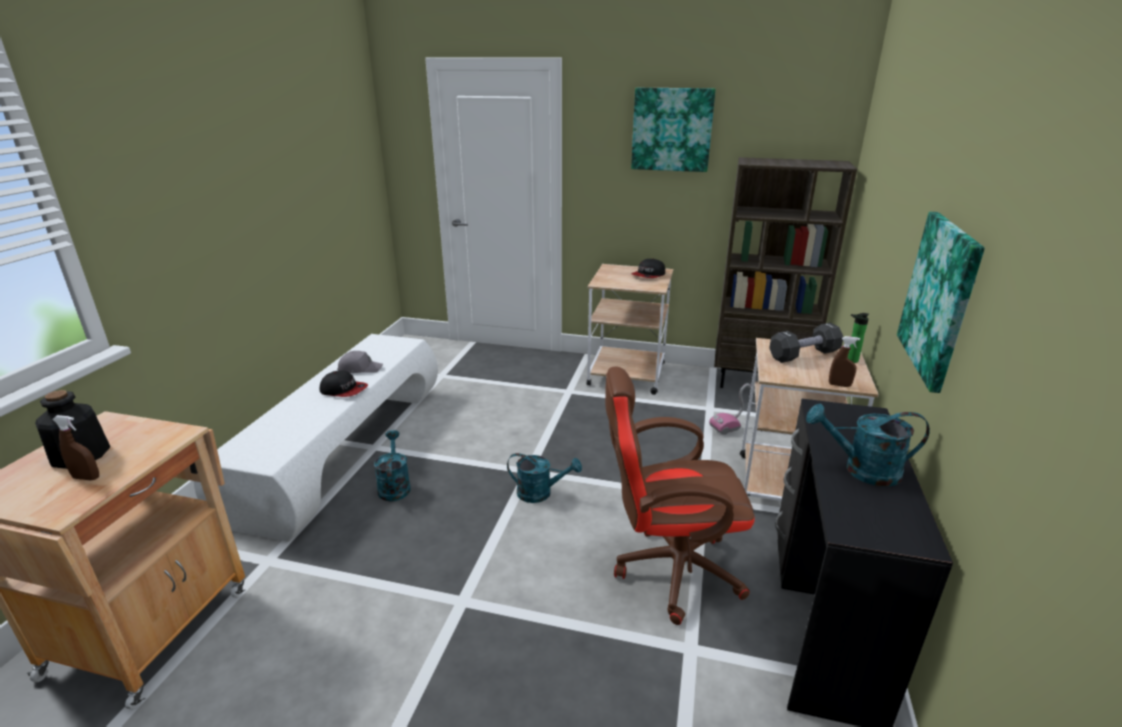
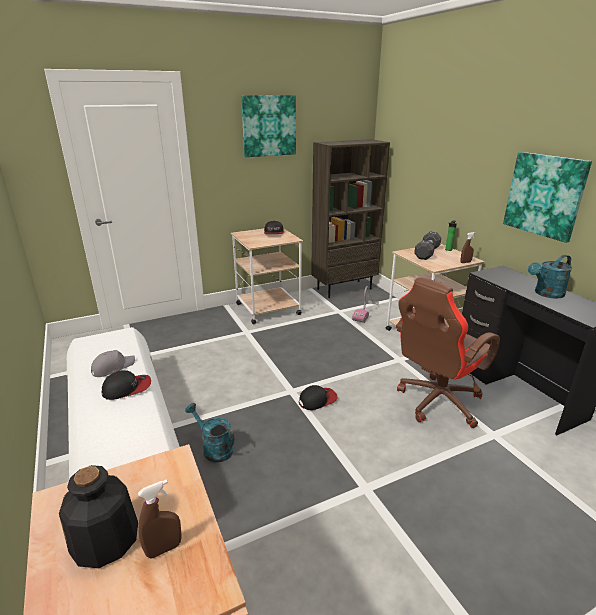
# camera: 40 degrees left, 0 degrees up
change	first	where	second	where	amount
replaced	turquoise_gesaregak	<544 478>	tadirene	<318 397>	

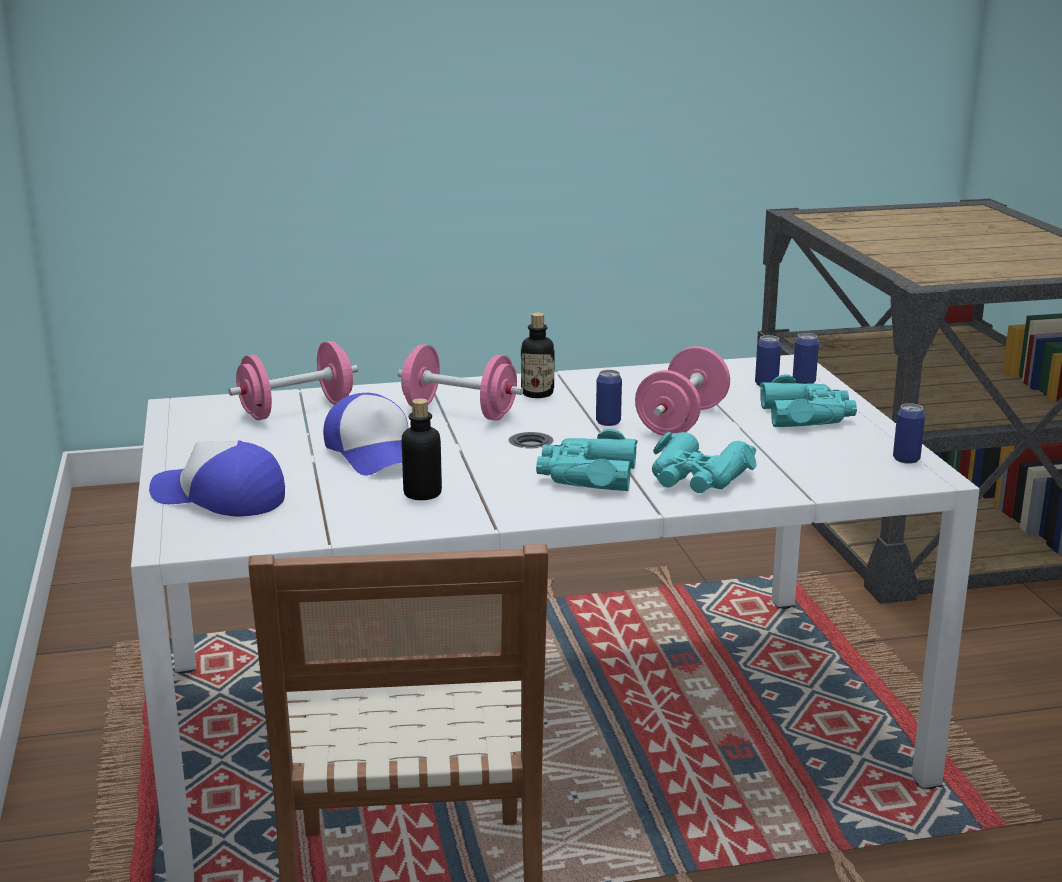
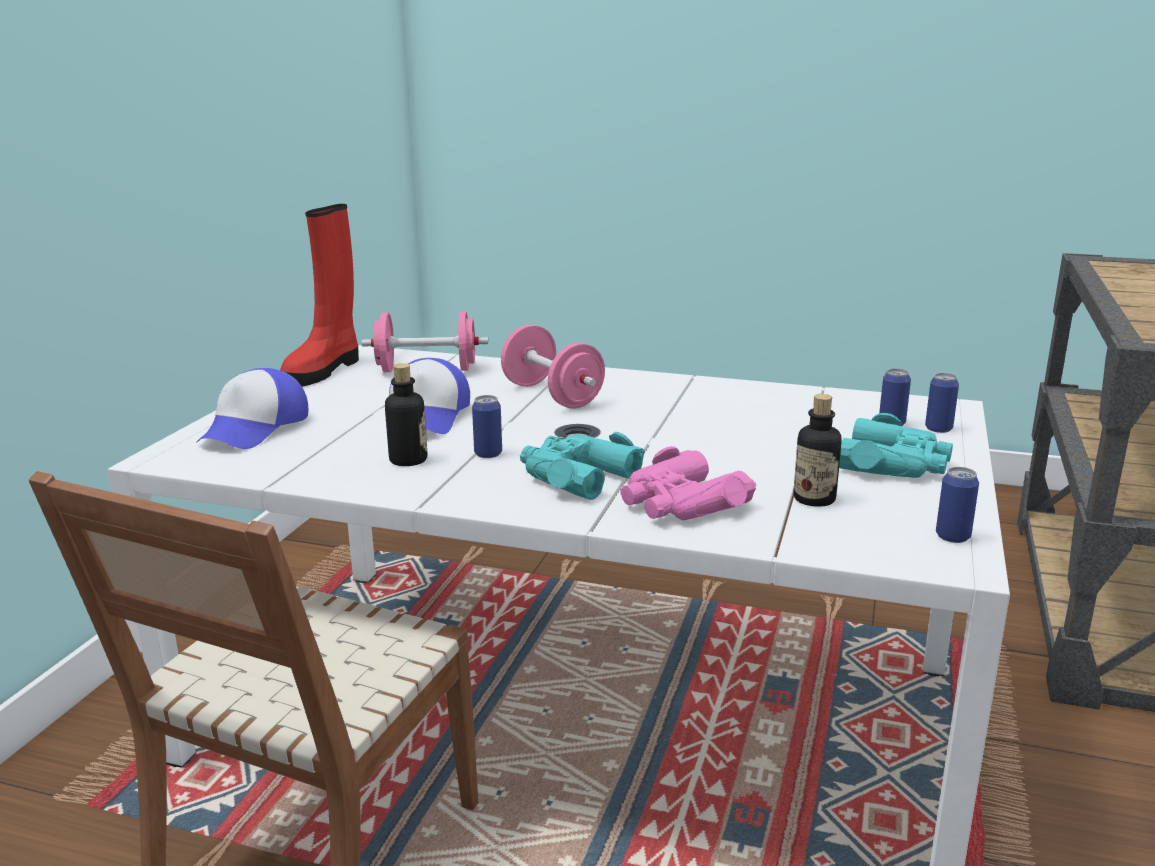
# camera: 30 degrees right, 0 degrees up
change	first	where	second	where	amount
turned	tadirene	<217 478>		<252 408>	120 degrees counterclockwise
moved	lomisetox	<537 355>		<817 450>	
moved	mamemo	<609 398>		<487 426>	
removed	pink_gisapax	<682 391>			
recoloured	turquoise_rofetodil	<704 462>	pink_rofetodil	<688 483>	
added			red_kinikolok	<319 295>	

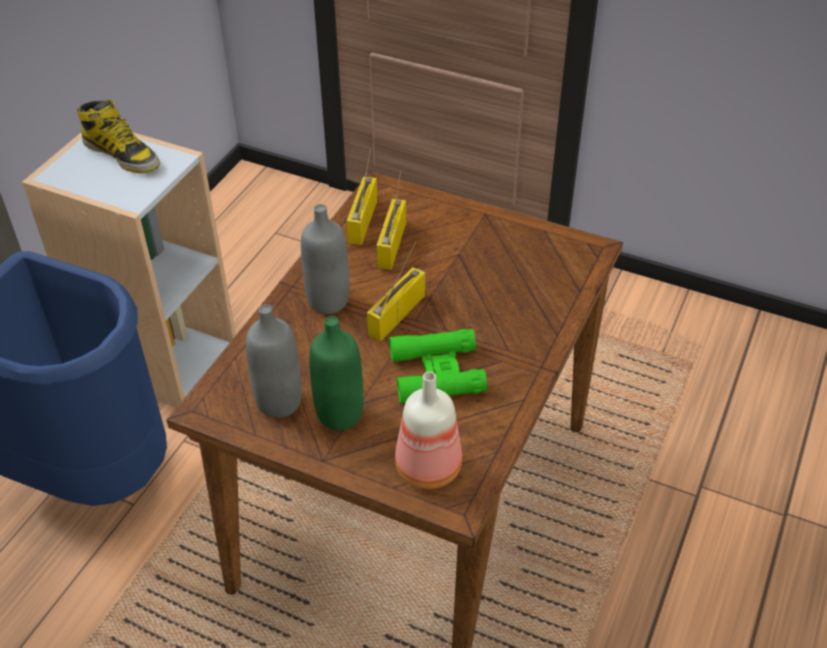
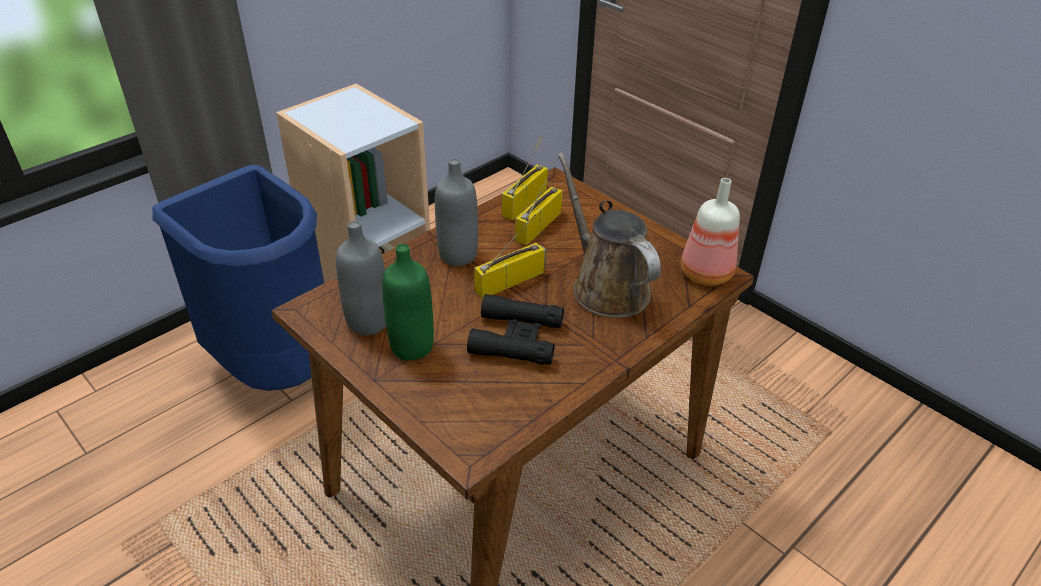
# camera: 20 degrees right, 5 degrees down
change	first	where	second	where	amount
removed	kinikolok	<118 136>			
recoloured	green_rofetodil	<438 366>	black_rofetodil	<515 329>	
moved	lomisetox	<428 430>		<710 232>	
added			brown_gesaregak	<609 235>	

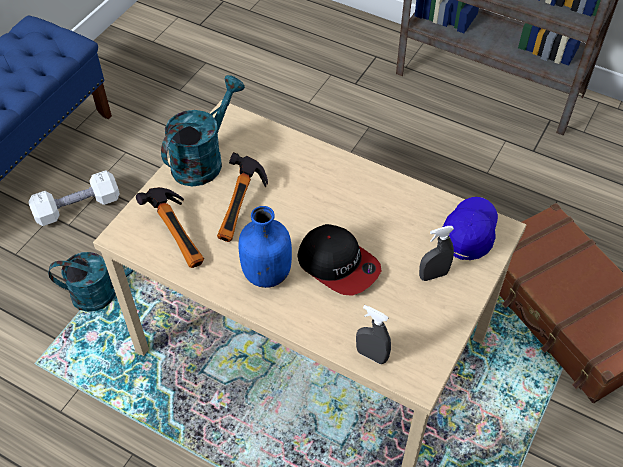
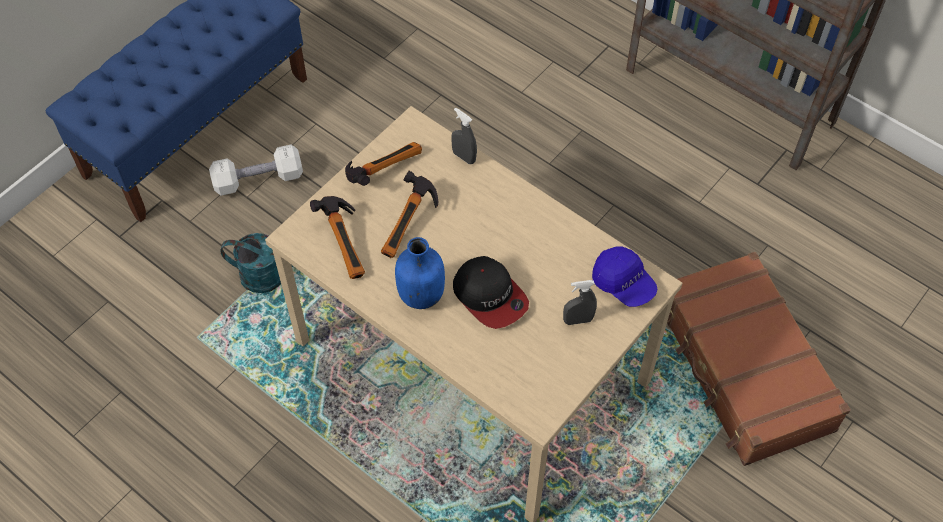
# camera: 10 degrees right, 5 degrees up
change	first	where	second	where	amount
replaced	turquoise_gesaregak	<203 131>	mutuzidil	<383 164>	
moved	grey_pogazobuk	<373 334>		<464 136>	
turned	blue_tadirene	<470 228>		<624 276>	105 degrees clockwise

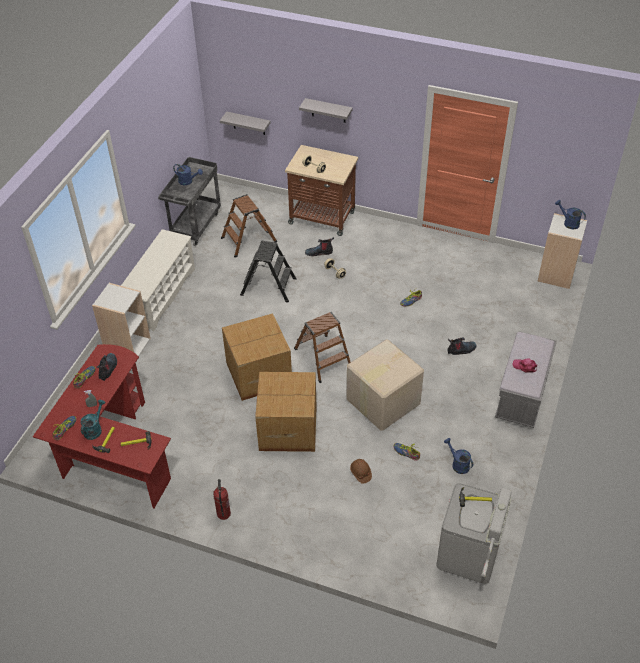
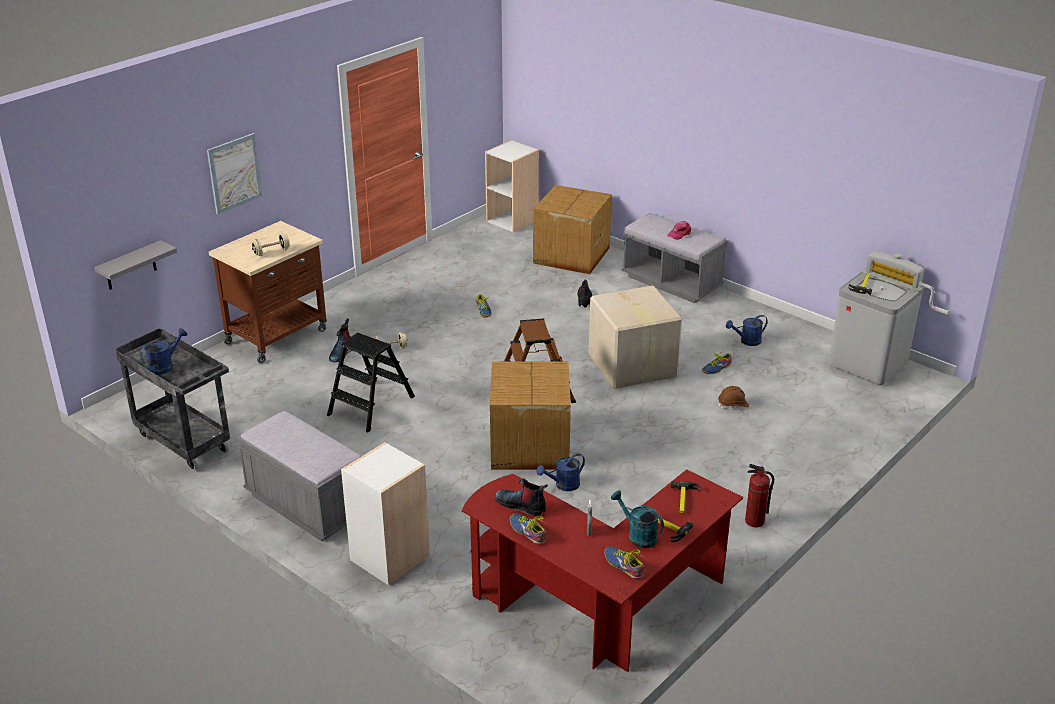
# camera: 70 degrees left, 15 degrees down
change	first	where	second	where	amount
replaced	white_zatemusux	<158 280>	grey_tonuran	<298 476>	
removed	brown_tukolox	<249 226>			
moved	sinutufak	<285 412>		<572 229>	
replaced	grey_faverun	<326 110>	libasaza	<235 173>	
moved	blue_gesaregak	<570 214>		<560 472>	

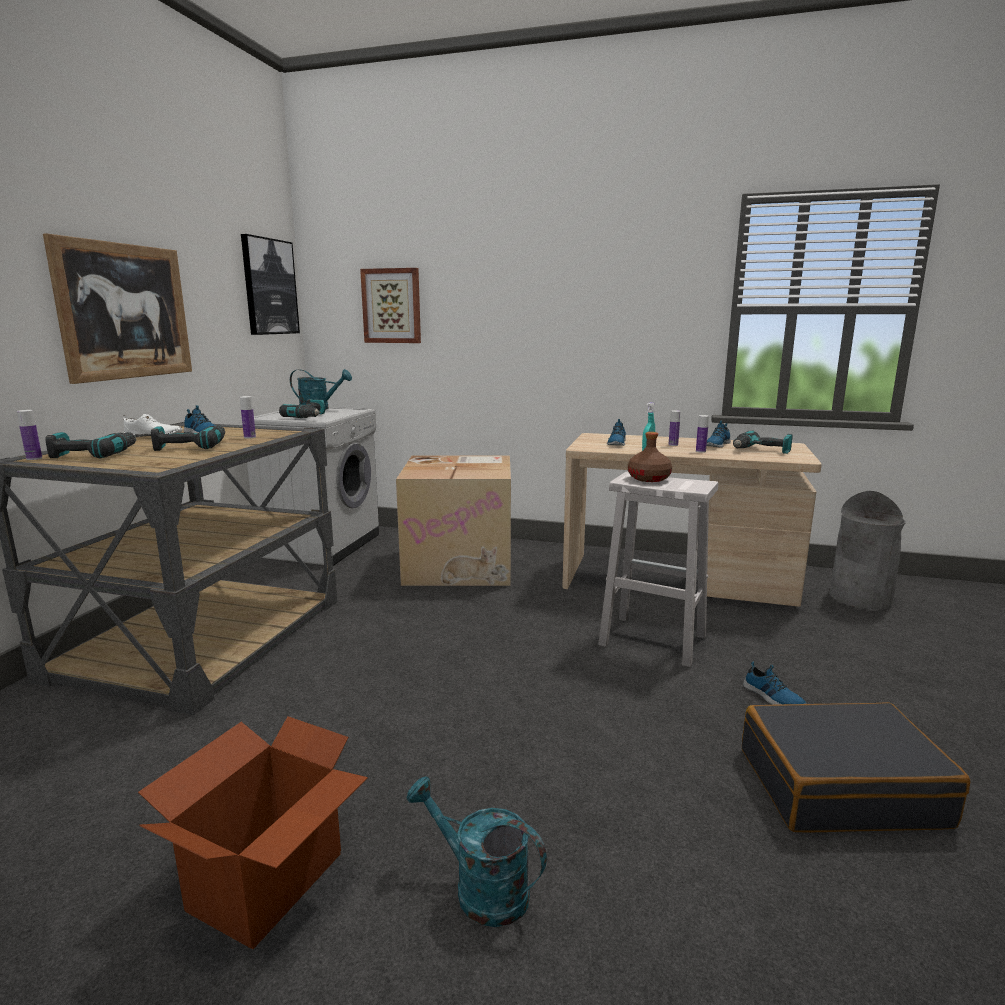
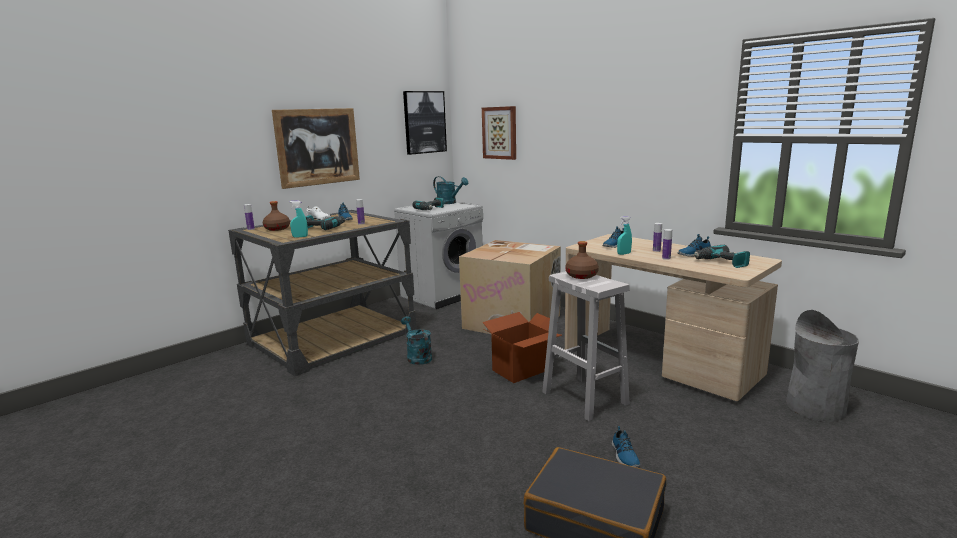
# camera: 30 degrees right, 0 degrees up
change	first	where	second	where	amount
replaced	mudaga	<90 445>	brown_lomisetox	<276 216>	
moved	sinutufak	<253 832>		<522 347>	
moved	turquoise_gesaregak	<477 851>		<416 340>	
added			turquoise_pogazobuk	<298 219>	

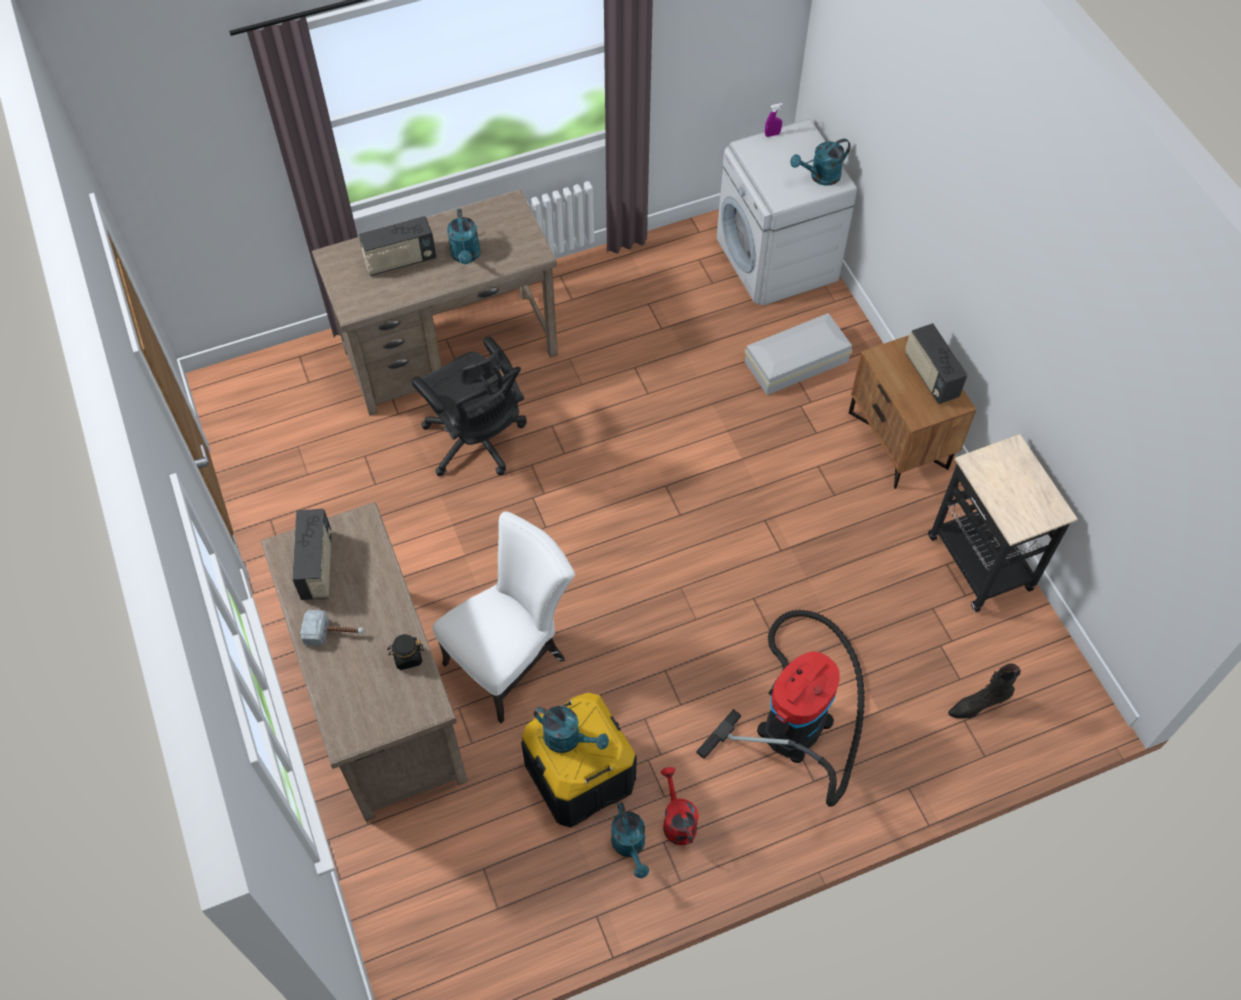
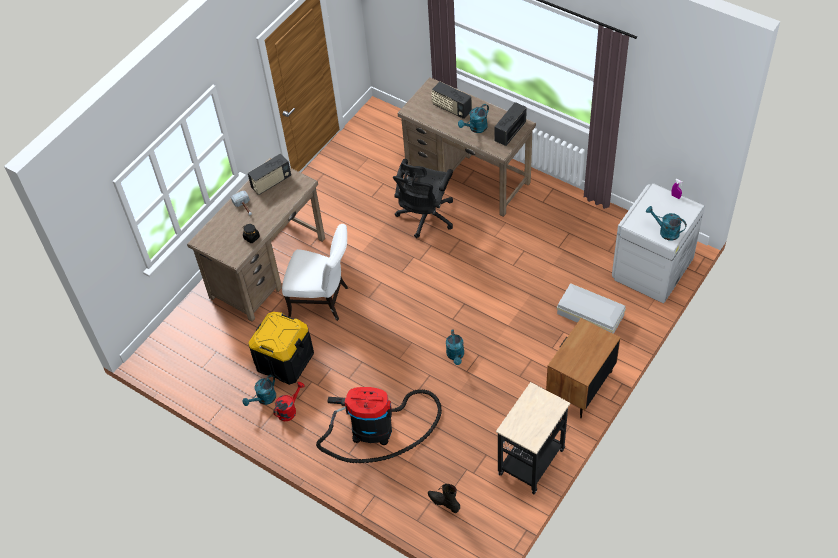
# camera: 60 degrees right, 5 degrees down
change	first	where	second	where	amount
moved	turquoise_gesaregak	<571 729>		<455 347>	
moved	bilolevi	<936 363>		<510 124>	

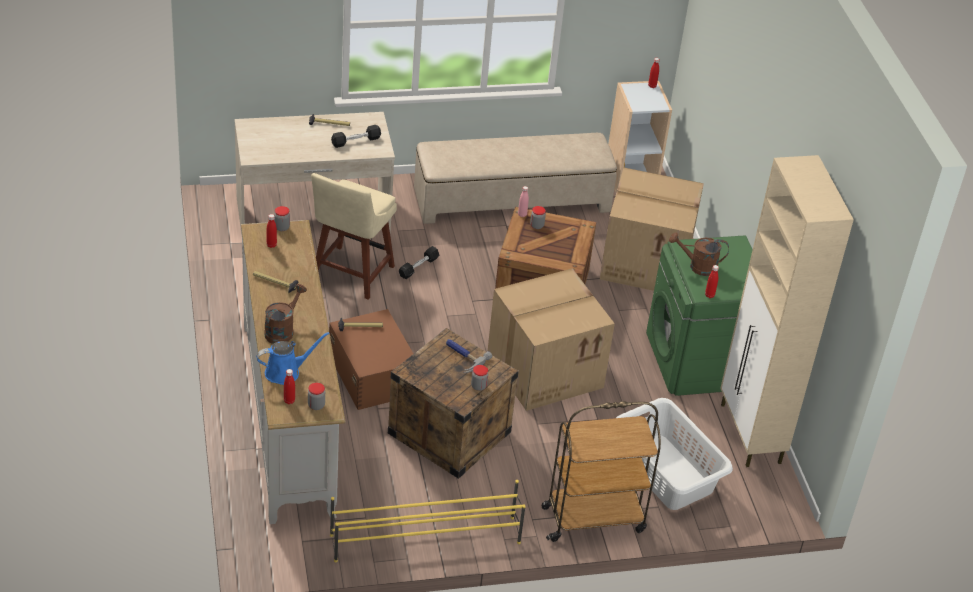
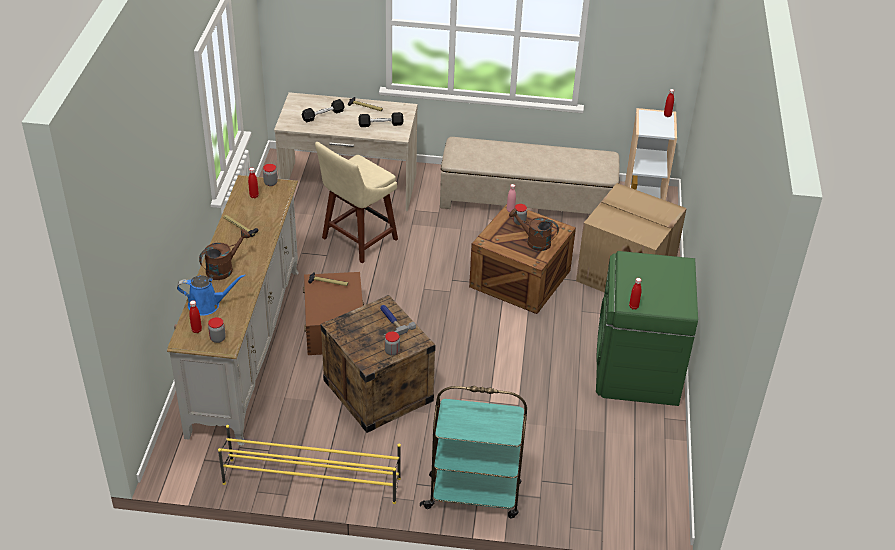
# camera: 20 degrees right, 0 degrees up
change	first	where	second	where	amount
moved	black_gisapax	<419 262>		<323 110>	
removed	sinutufak	<551 339>			
recoloured	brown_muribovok	<601 471>	turquoise_muribovok	<473 452>	
removed	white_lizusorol	<674 454>			
moved	brown_gesaregak	<699 254>		<534 230>	
removed	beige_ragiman	<787 311>			

